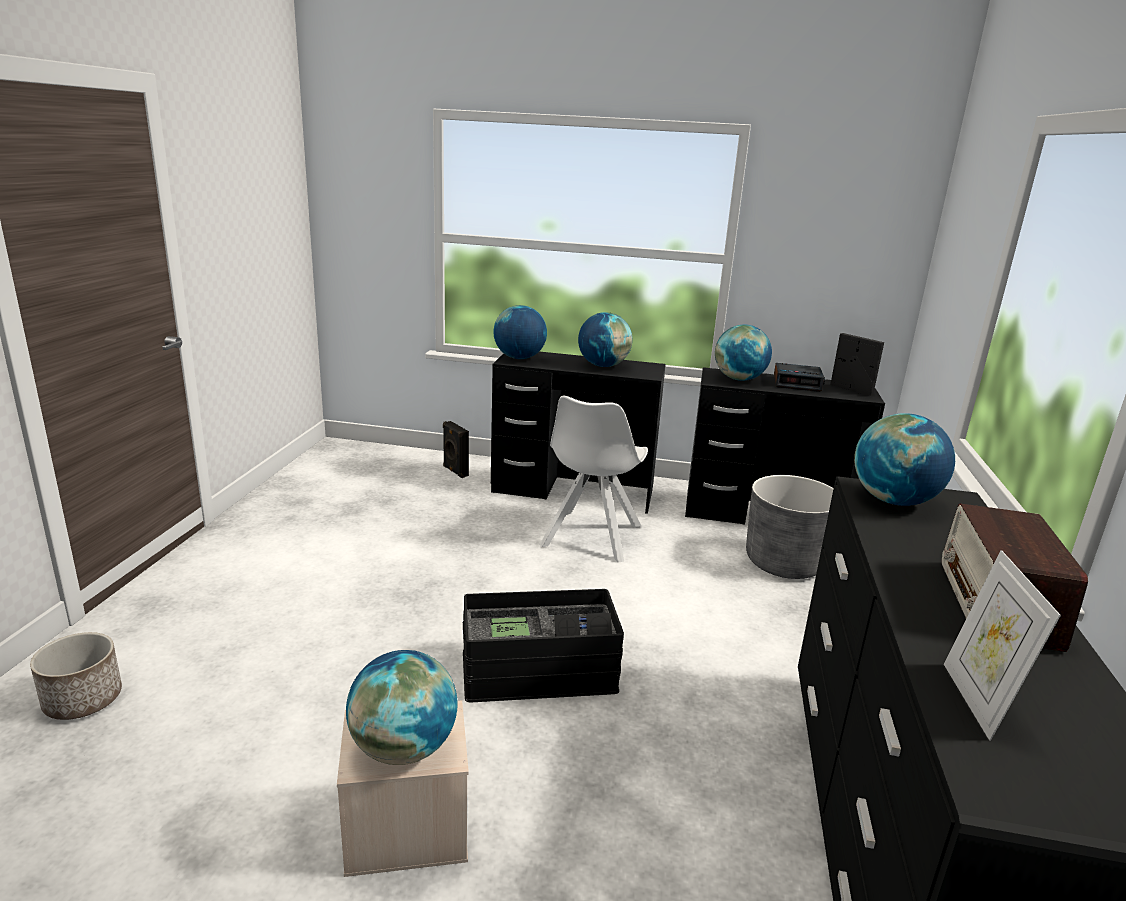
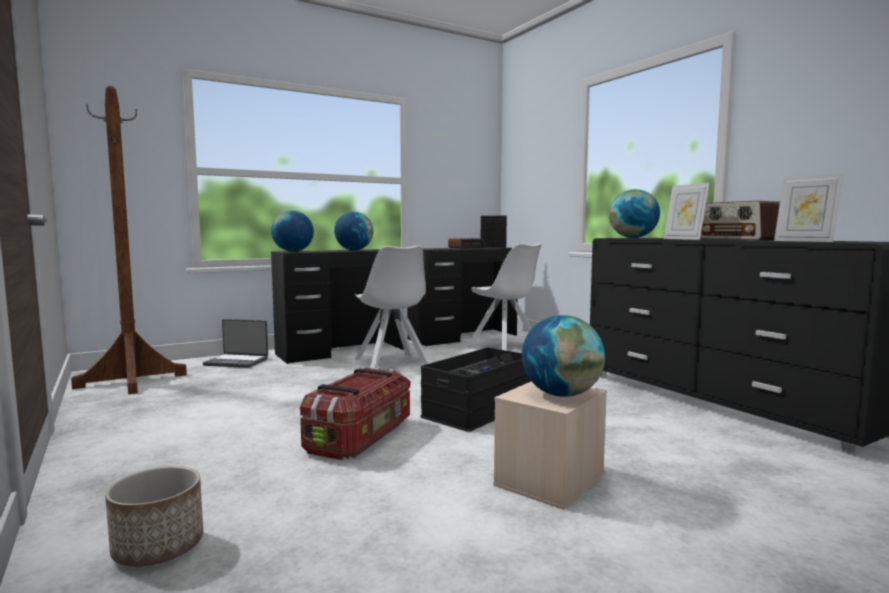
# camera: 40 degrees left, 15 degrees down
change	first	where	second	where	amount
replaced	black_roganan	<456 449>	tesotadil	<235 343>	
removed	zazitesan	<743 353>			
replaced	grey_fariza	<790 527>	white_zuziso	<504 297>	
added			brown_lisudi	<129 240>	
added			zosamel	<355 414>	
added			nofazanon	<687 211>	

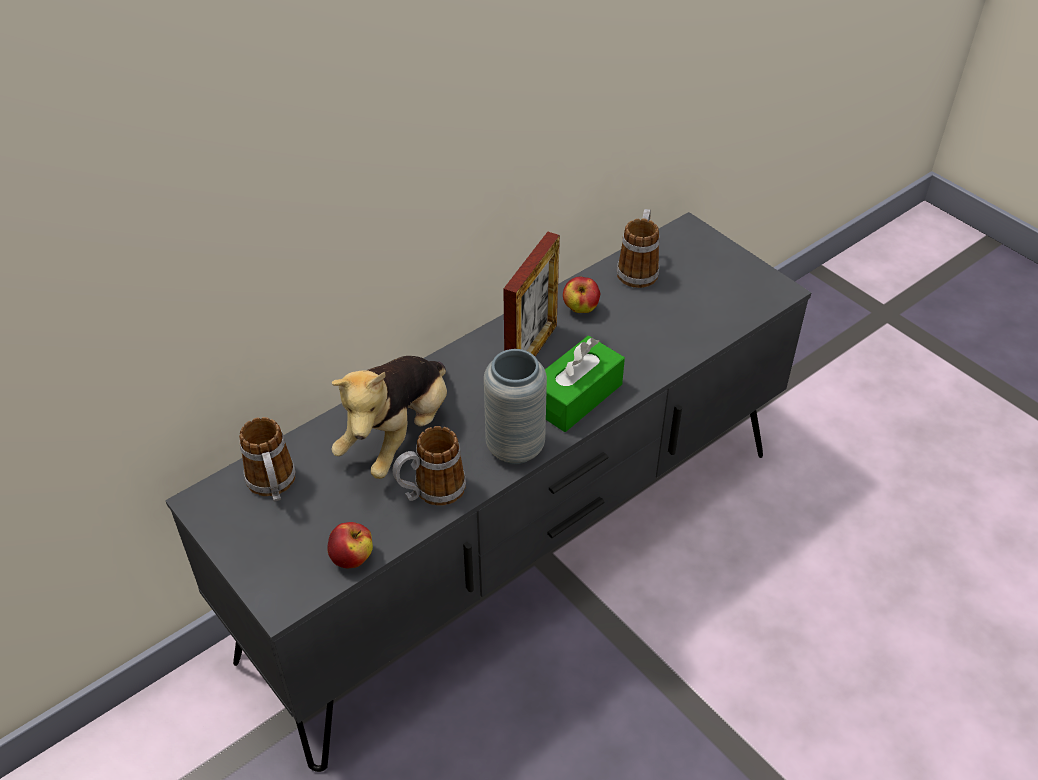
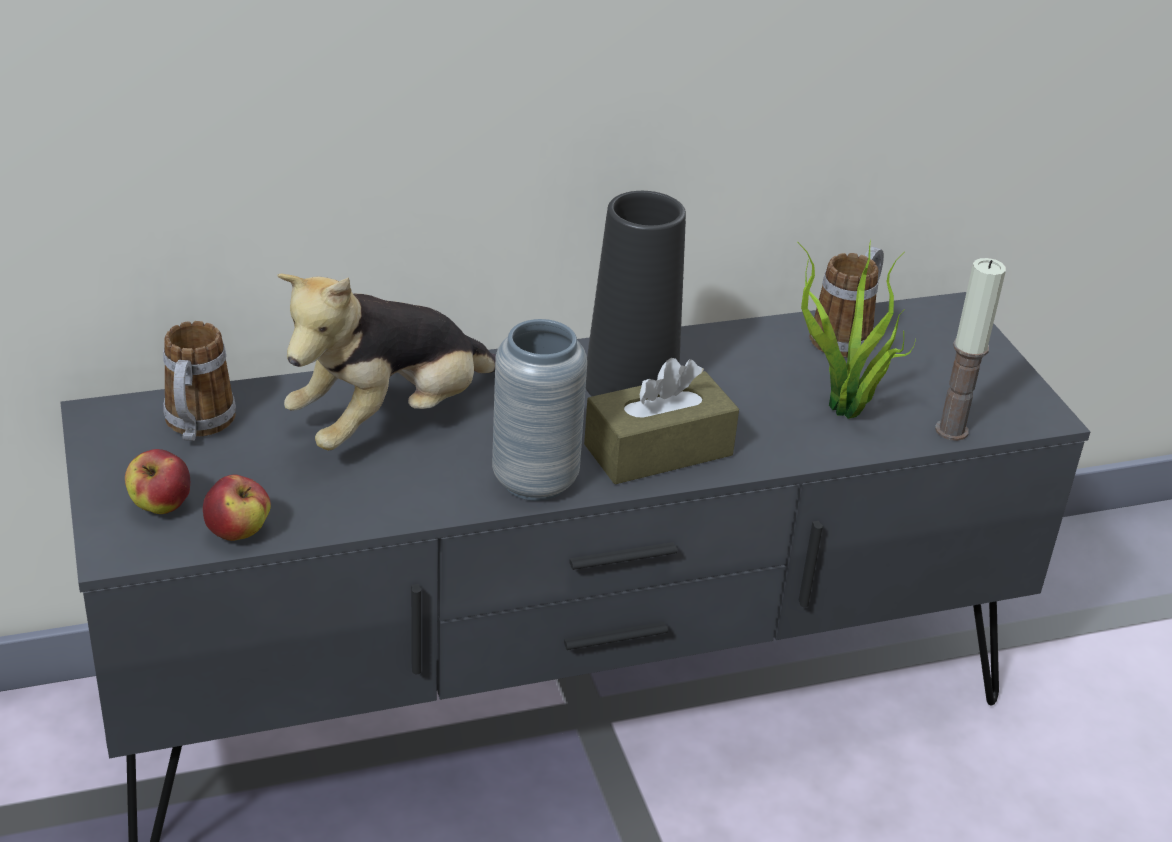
# camera: 20 degrees right, 10 degrees down
change	first	where	second	where	amount
removed	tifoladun	<429 466>			
replaced	nofazanon	<531 294>	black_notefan	<636 293>	
recoloured	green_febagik	<585 384>	brown_febagik	<661 421>	
moved	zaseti	<581 295>		<157 481>	
added			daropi	<857 329>	
added			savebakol	<970 349>	

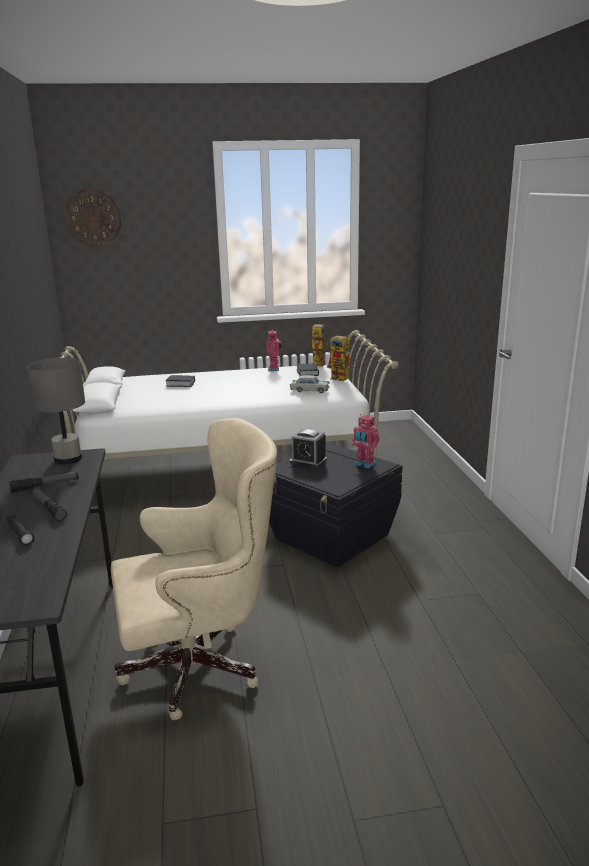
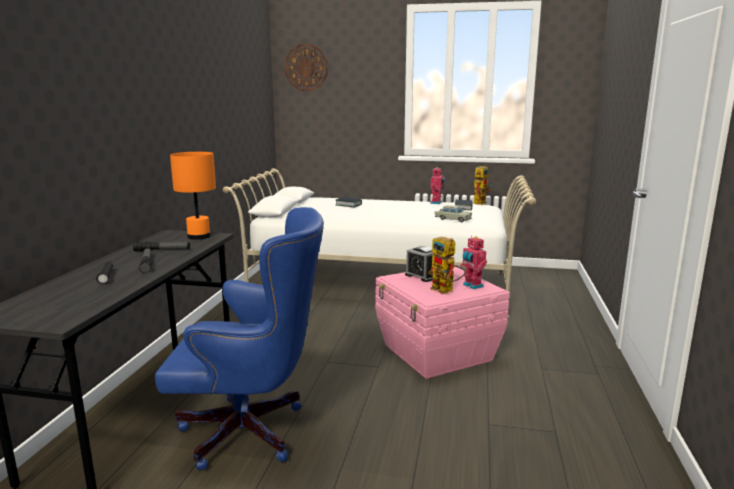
# camera: 20 degrees right, 5 degrees down
change	first	where	second	where	amount
recoloured	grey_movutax	<56 411>	orange_movutax	<193 196>	
recoloured	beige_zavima	<194 569>	blue_zavima	<239 338>	
recoloured	black_zosamel	<336 504>	pink_zosamel	<442 323>	
moved	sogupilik	<342 358>		<447 265>	

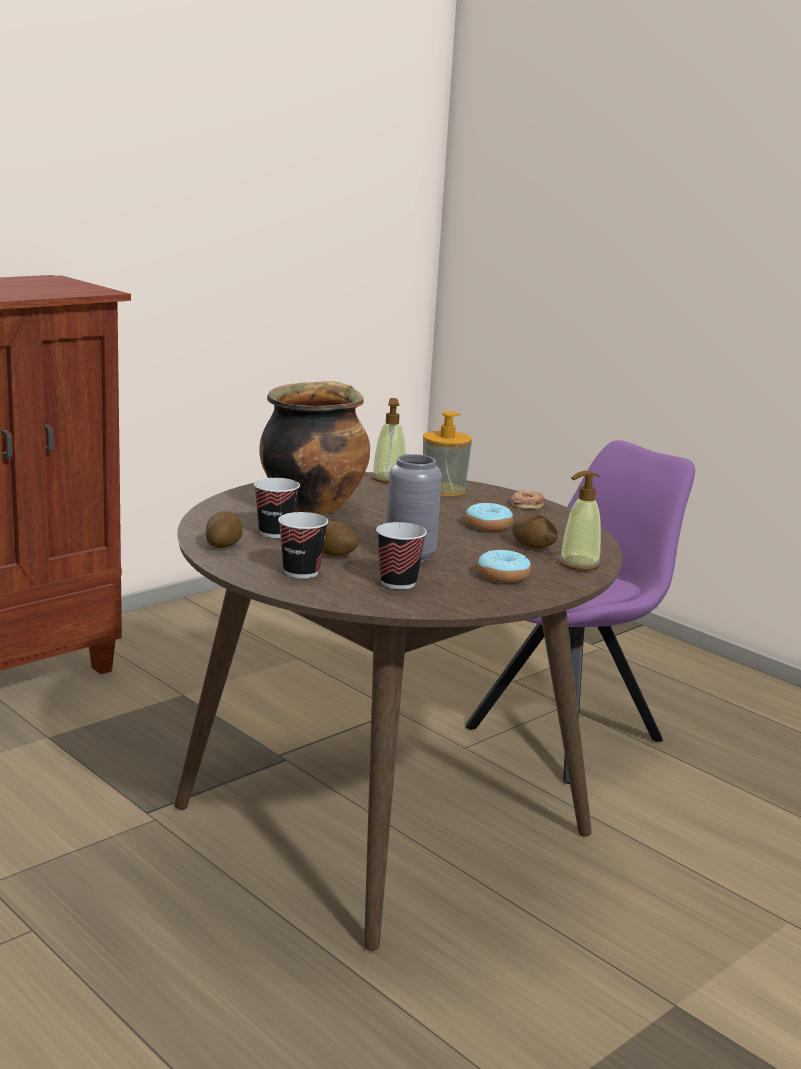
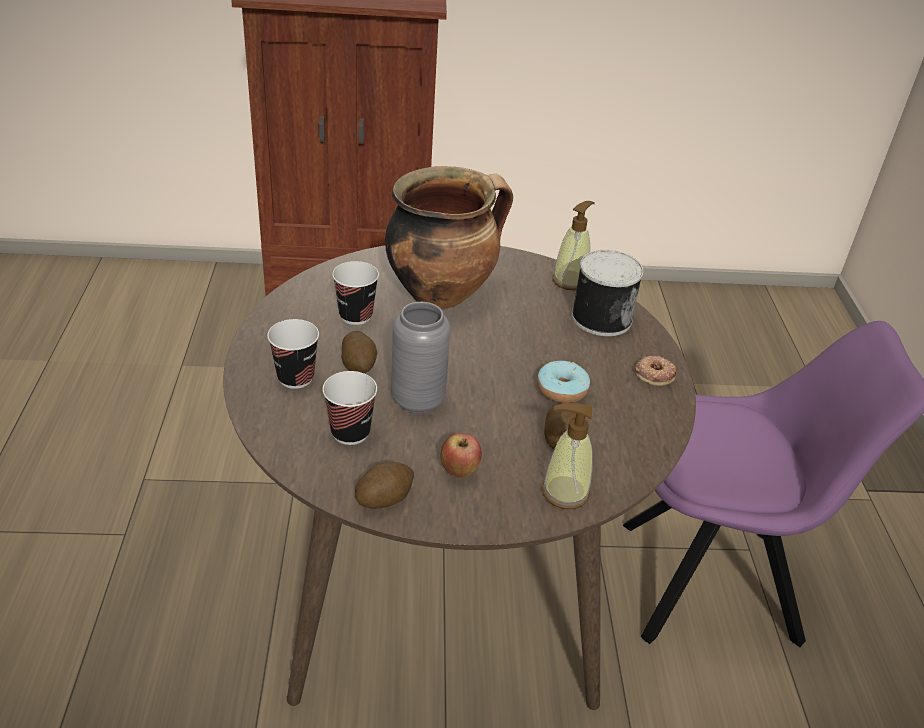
# camera: 40 degrees right, 20 degrees up
change	first	where	second	where	amount
moved	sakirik	<224 529>		<384 485>	
replaced	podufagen	<447 453>	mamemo	<607 293>	
replaced	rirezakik	<504 566>	zaseti	<461 455>	

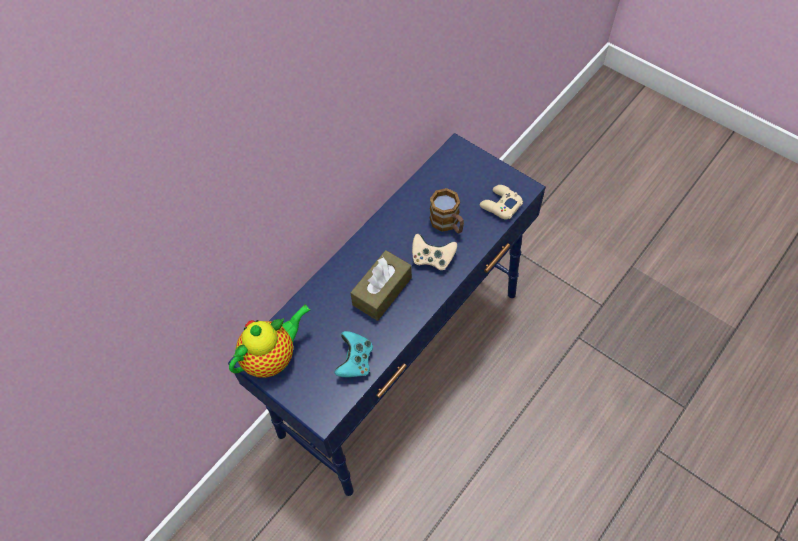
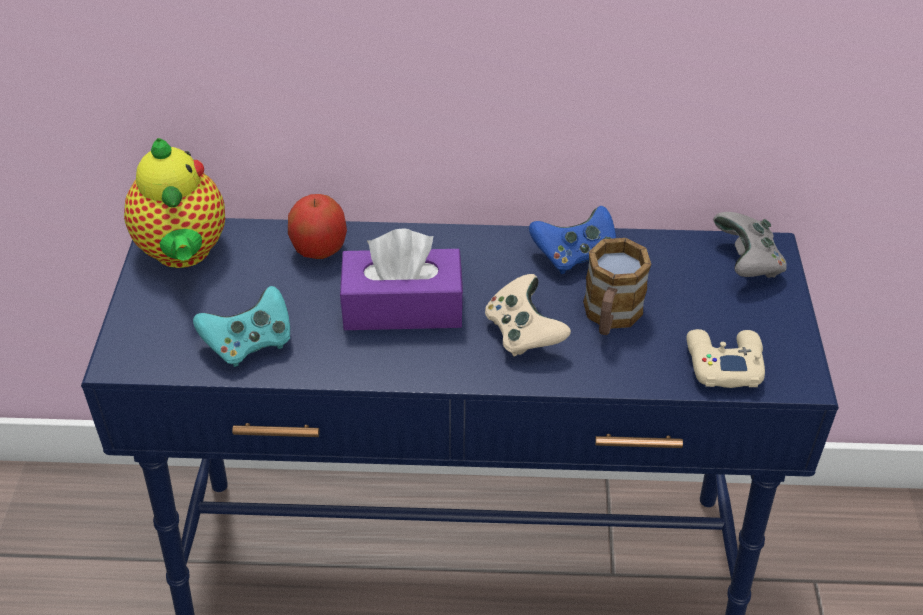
# camera: 50 degrees right, 15 degrees down
change	first	where	second	where	amount
turned	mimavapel	<269 341>		<174 203>	60 degrees clockwise
recoloured	brown_febagik	<381 285>	purple_febagik	<402 279>	
added			zaseti	<317 226>	
added			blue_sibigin	<572 240>	
added			grey_sibigin	<750 245>	

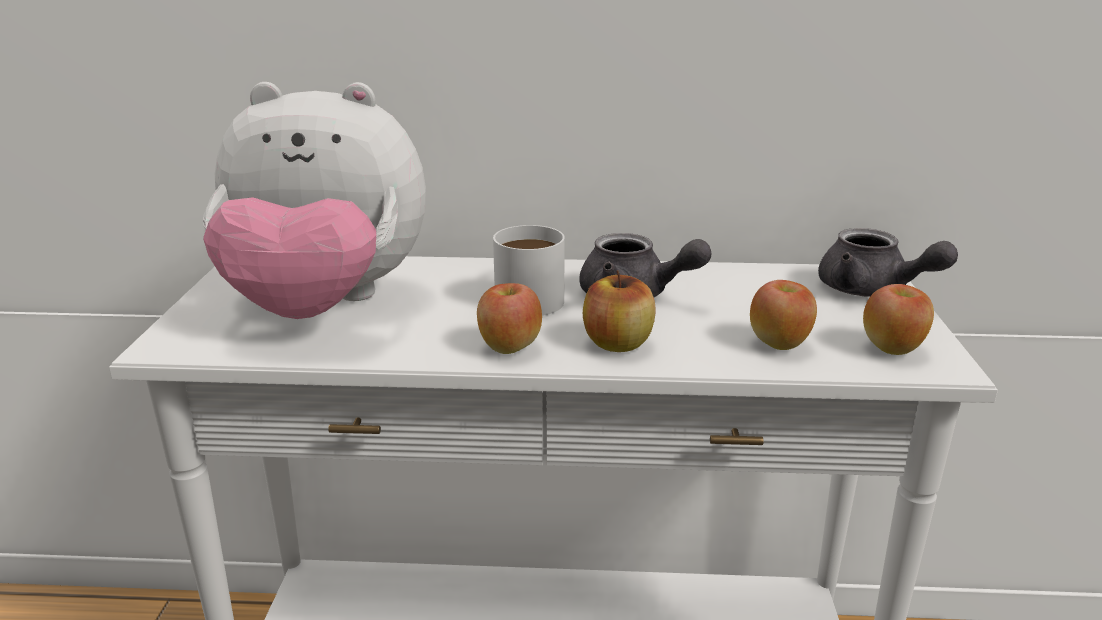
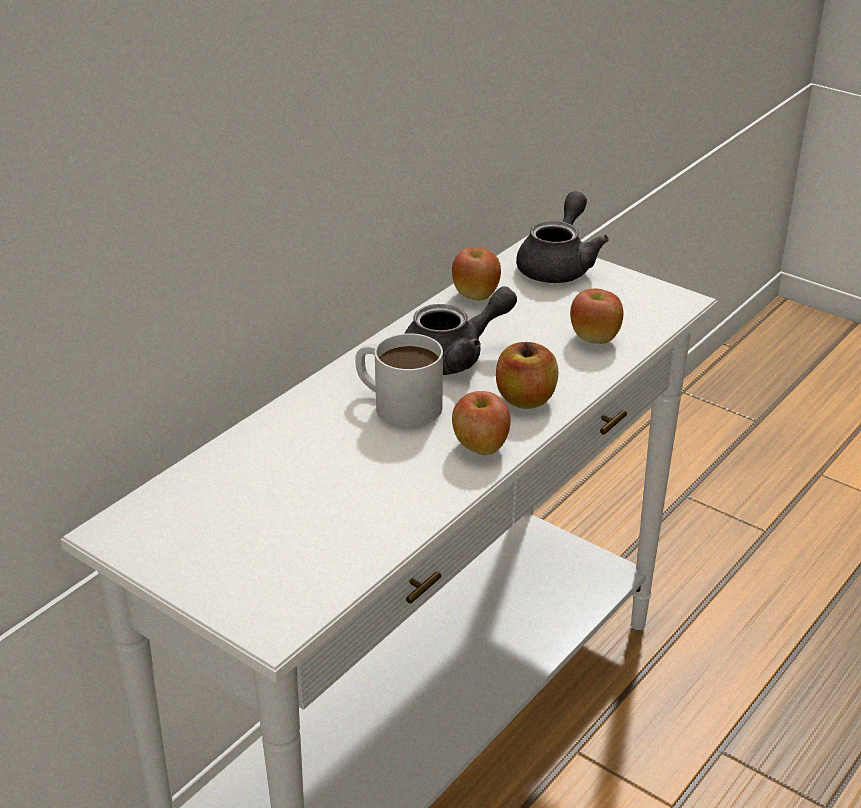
# camera: 55 degrees left, 10 degrees up
change	first	where	second	where	amount
removed	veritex	<314 200>			
turned	grey_mimavapel	<888 262>		<562 237>	60 degrees counterclockwise
moved	zaseti	<898 319>		<476 274>	

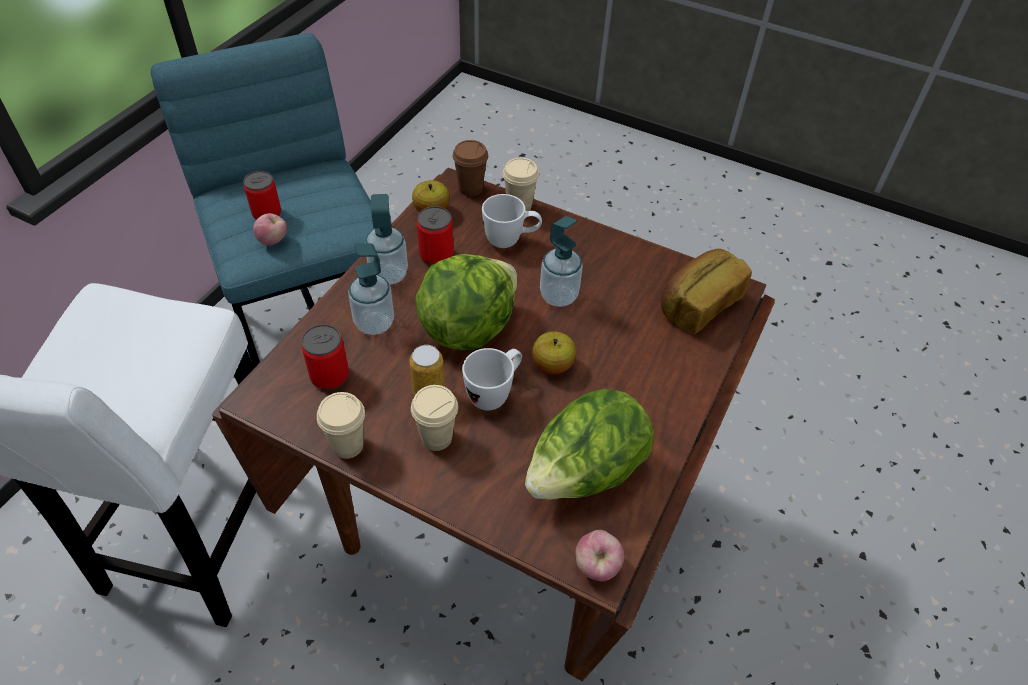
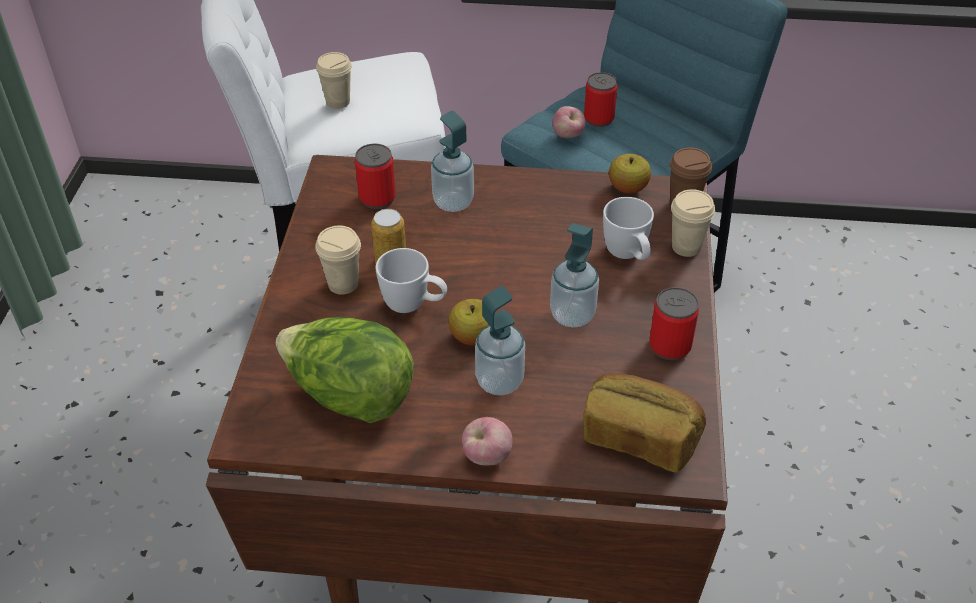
# camera: 70 degrees right, 5 degrees down
change	first	where	second	where	amount
moved	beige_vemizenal	<341 425>		<334 80>	
moved	podufagen	<386 239>		<500 340>	
removed	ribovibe	<466 302>			
moved	mamemo	<435 236>		<674 323>	
moved	zaseti	<599 555>		<487 441>	

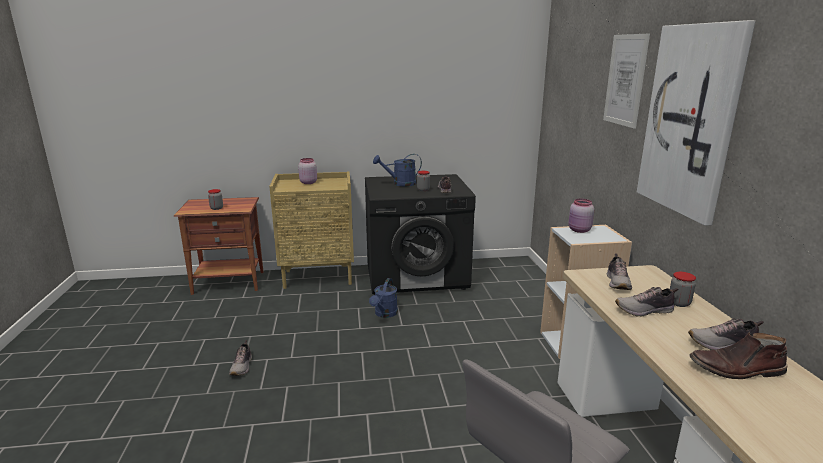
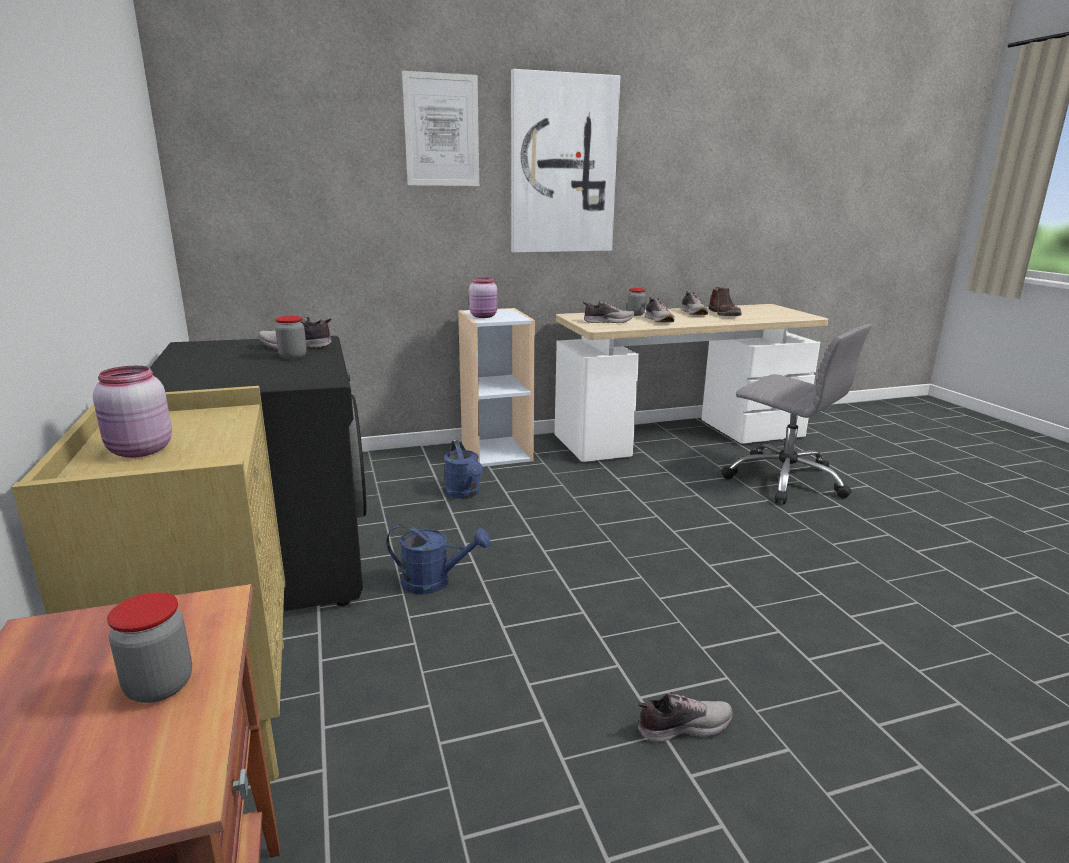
# camera: 100 degrees left, 0 degrees up
change	first	where	second	where	amount
moved	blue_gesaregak	<397 170>		<463 469>	

